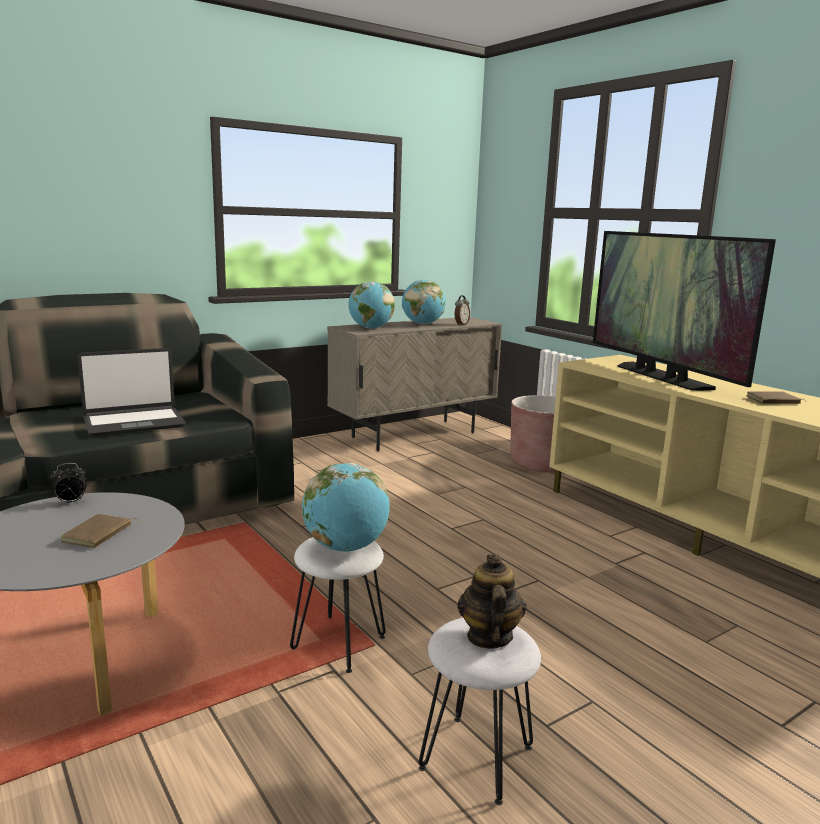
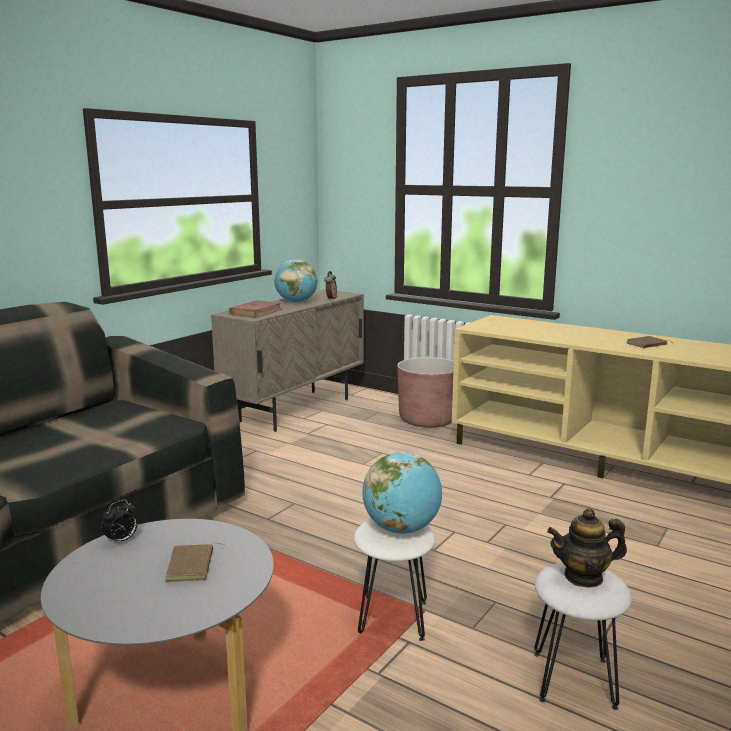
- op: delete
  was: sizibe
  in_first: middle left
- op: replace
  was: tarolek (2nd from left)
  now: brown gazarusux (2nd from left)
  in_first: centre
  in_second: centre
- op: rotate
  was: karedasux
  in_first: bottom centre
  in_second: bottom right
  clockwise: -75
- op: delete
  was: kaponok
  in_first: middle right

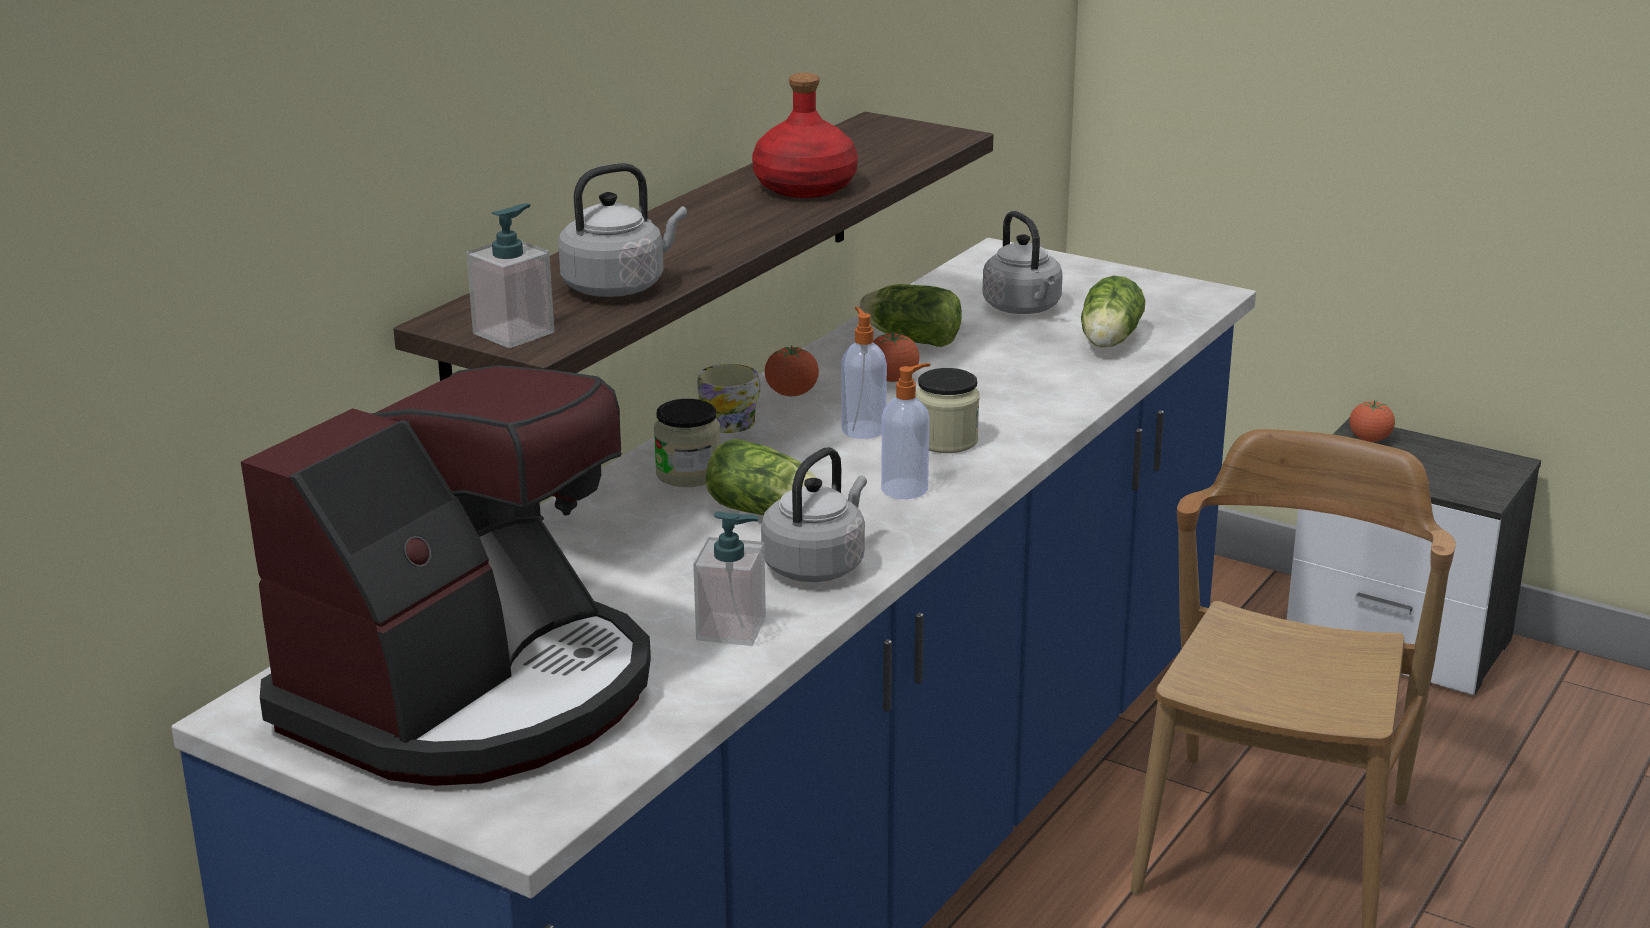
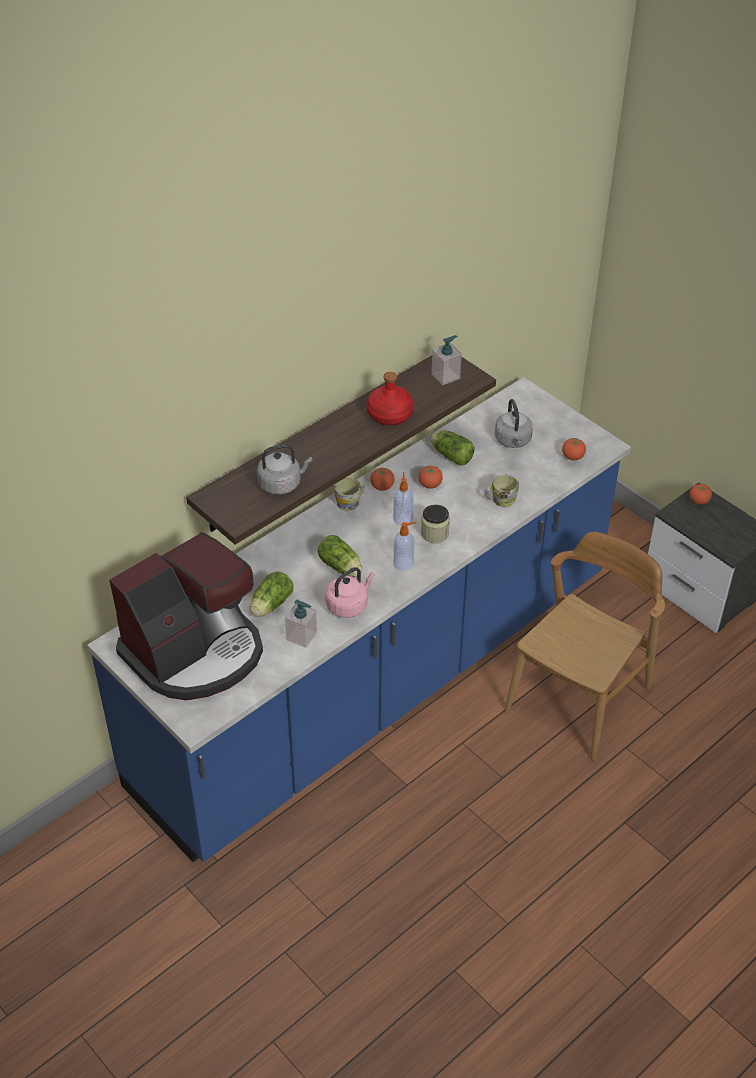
- op: move
  was: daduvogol (1st from left in the first image)
  now: daduvogol (4th from left)
  in_first: top left
  in_second: centre
- op: delete
  was: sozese (1st from left)
  in_first: centre
- op: recolor
  was: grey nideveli (2nd from left)
  now: pink nideveli
  in_first: centre
  in_second: centre
- op: move
  was: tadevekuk (3rd from left in the first image)
  now: tadevekuk (1st from left)
  in_first: middle right
  in_second: centre
- op: insert
  now: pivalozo (2nd from left)
  in_second: centre
- op: insert
  now: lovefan (3rd from left)
  in_second: middle right

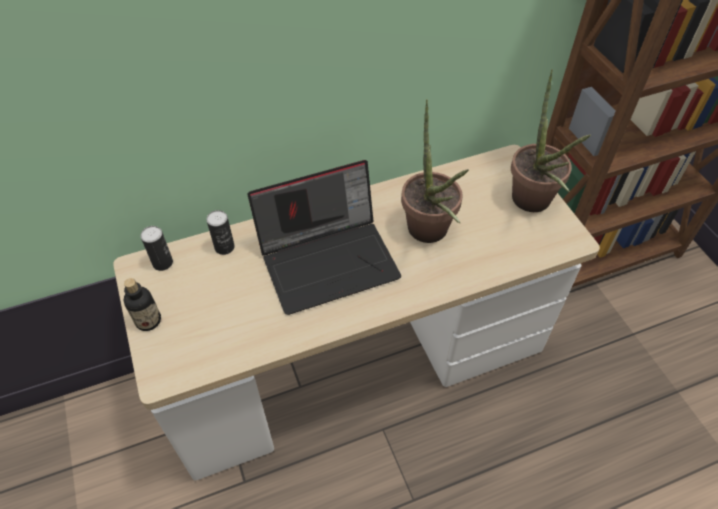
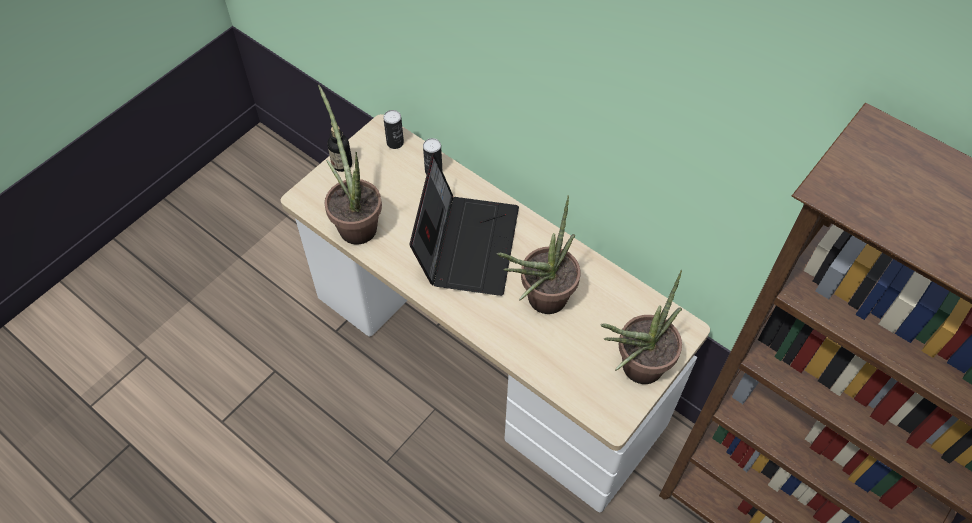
- op: rotate
  was: sizibe
  in_first: centre
  in_second: centre
  clockwise: -120
- op: insert
  now: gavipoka (1st from left)
  in_second: top centre

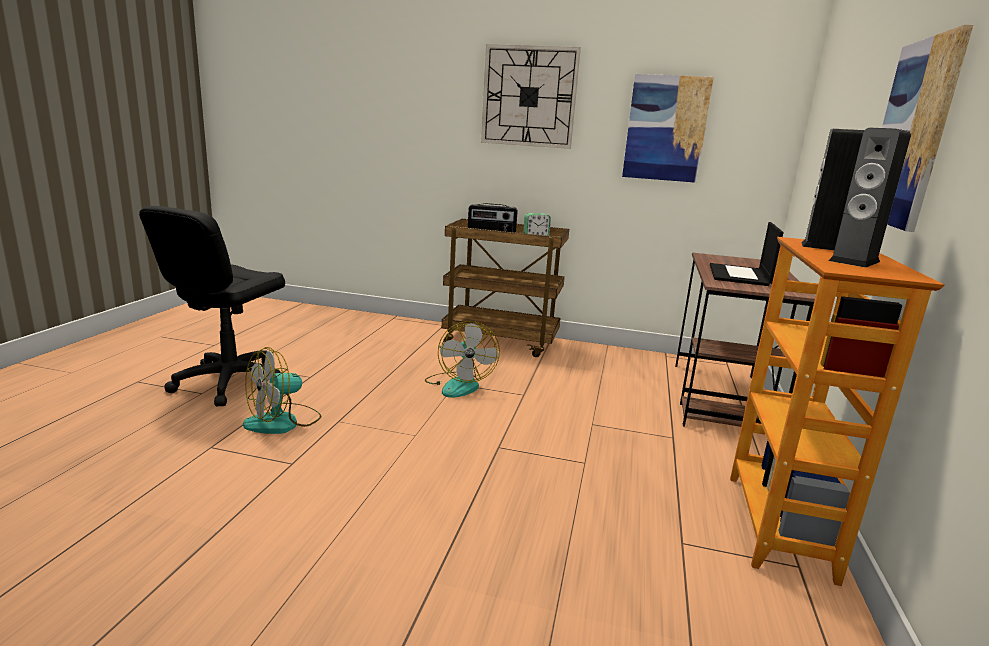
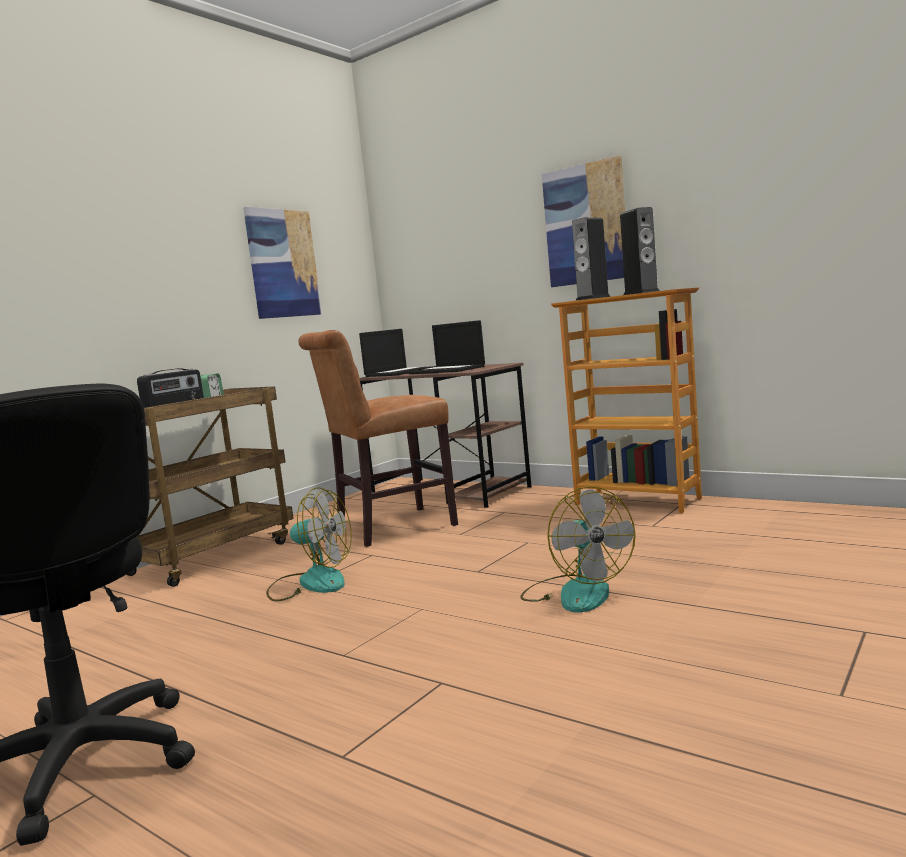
- op: move
  was: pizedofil (1st from left in the first image)
  now: pizedofil (2nd from left)
  in_first: middle left
  in_second: centre
- op: delete
  was: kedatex
  in_first: top centre
- op: insert
  now: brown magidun
  in_second: centre
- op: insert
  now: sizibe (1st from left)
  in_second: centre

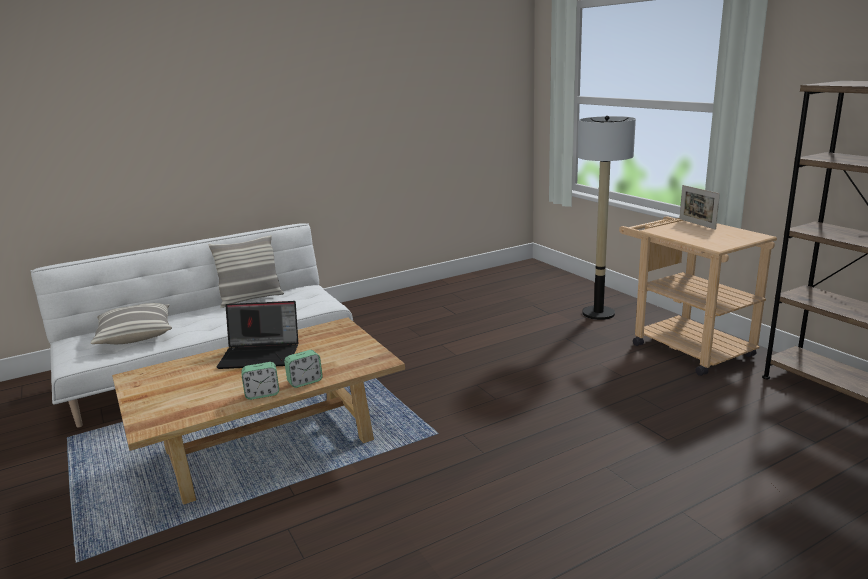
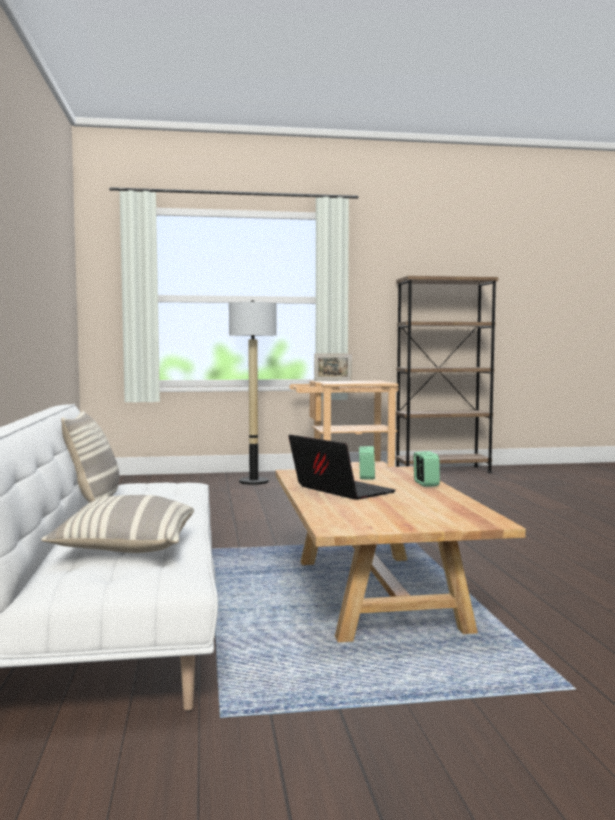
- op: rotate
  was: sizibe
  in_first: middle left
  in_second: centre
  clockwise: -60
- op: move
  was: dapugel (1st from left)
  in_first: middle left
  in_second: centre

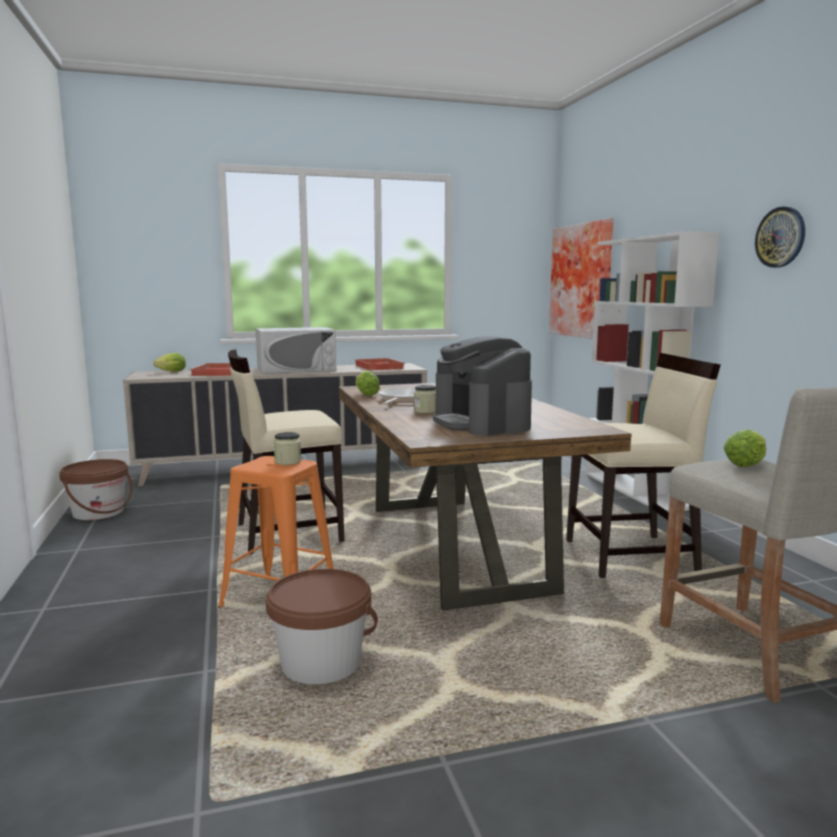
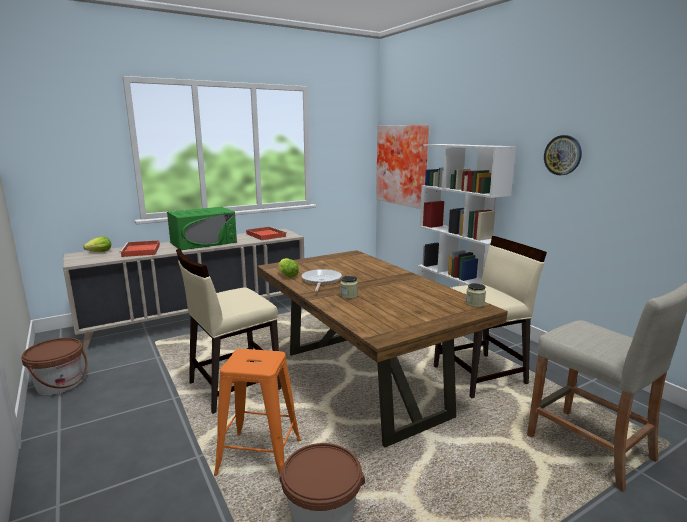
- op: recolor
  was: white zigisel
  now: green zigisel
  in_first: centre
  in_second: middle left
- op: move
  was: sozese (1st from left in the first image)
  now: sozese (2nd from left)
  in_first: centre
  in_second: middle right
- op: delete
  was: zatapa
  in_first: centre
- op: delete
  was: tadevekuk (3rd from left)
  in_first: middle right

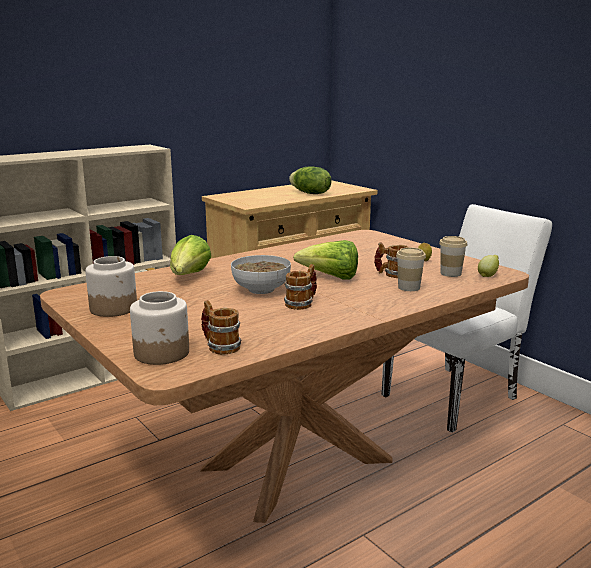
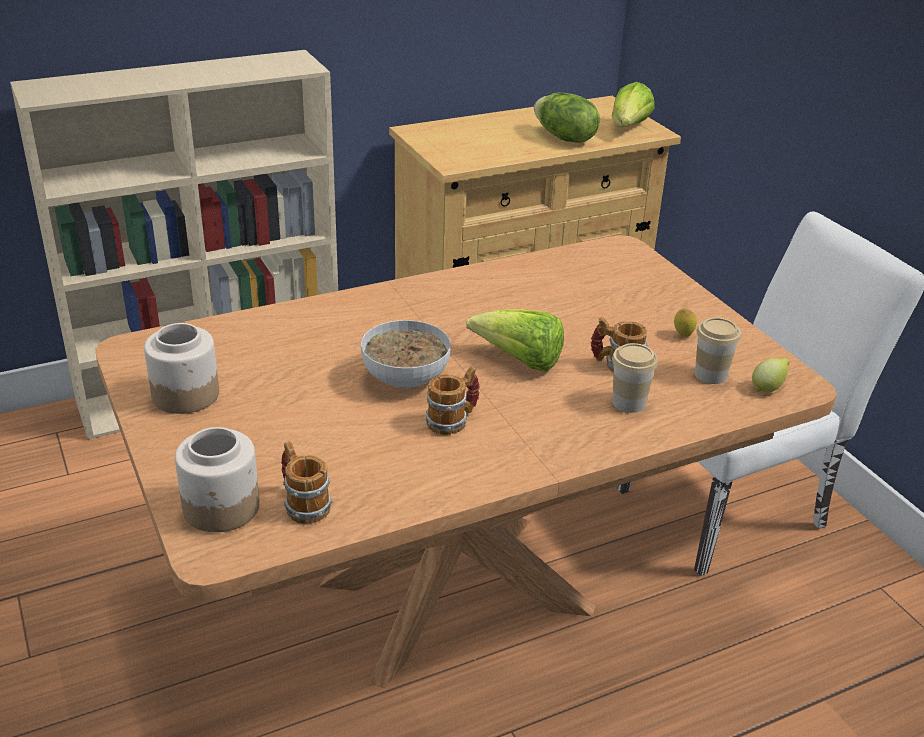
- op: move
  was: tadevekuk (1st from left in the first image)
  now: tadevekuk (3rd from left)
  in_first: middle left
  in_second: top right

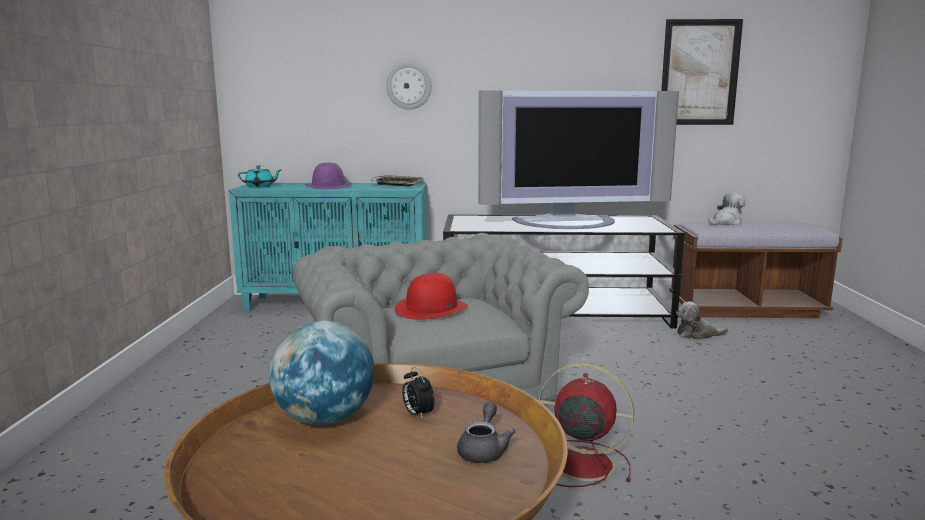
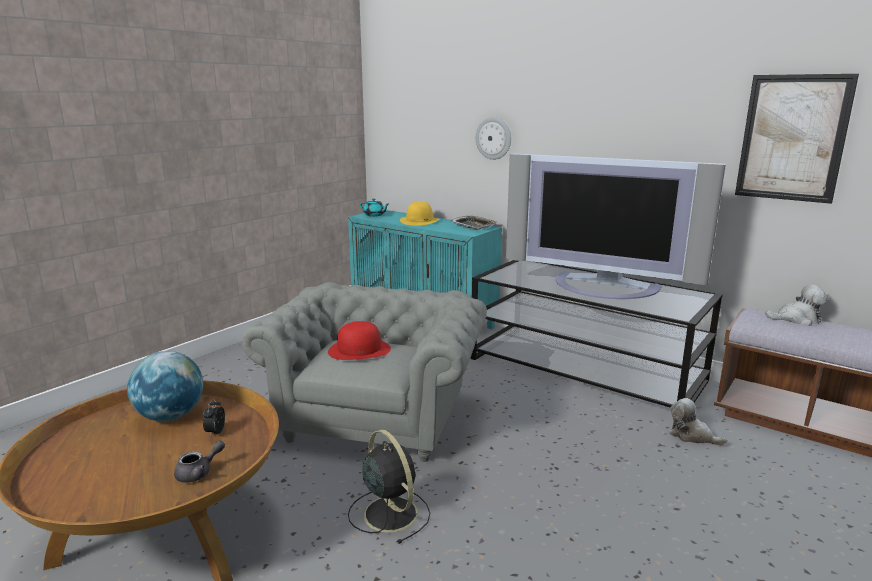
- op: recolor
  was: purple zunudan
  now: yellow zunudan
  in_first: centre
  in_second: centre
- op: recolor
  was: red pizedofil
  now: black pizedofil
  in_first: bottom centre
  in_second: bottom centre

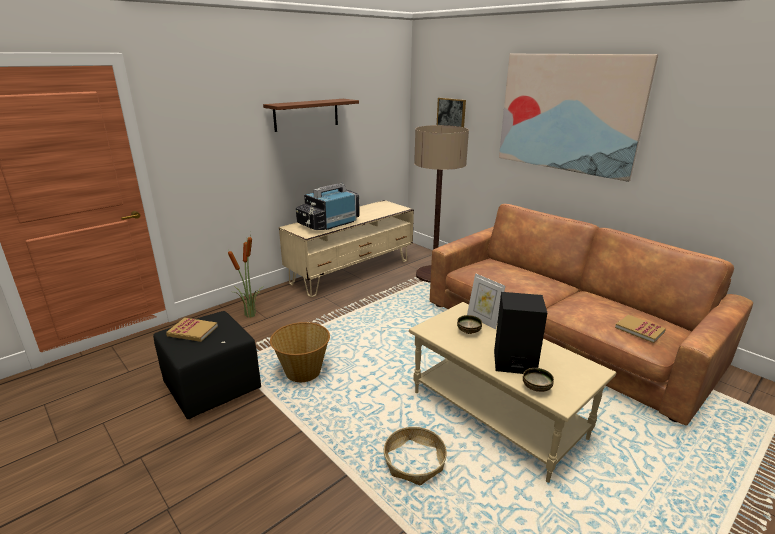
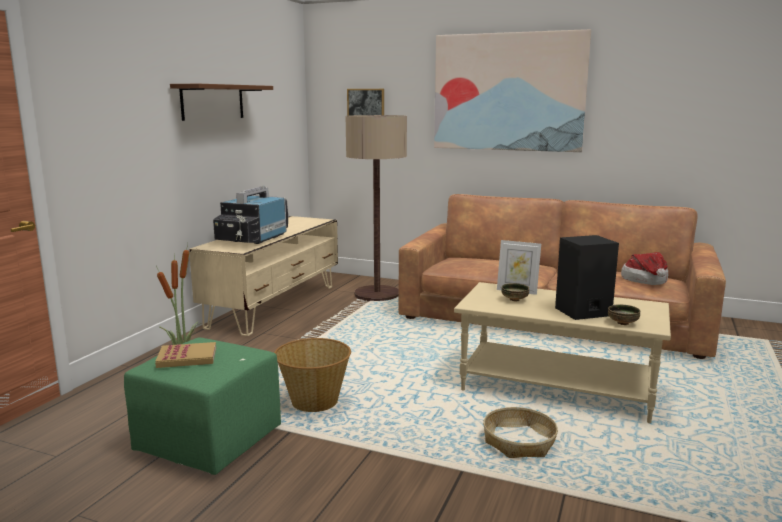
- op: recolor
  was: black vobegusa
  now: green vobegusa
  in_first: bottom left
  in_second: bottom left
- op: replace
  was: gazarusux (2nd from left)
  now: zunudan
  in_first: middle right
  in_second: middle right

